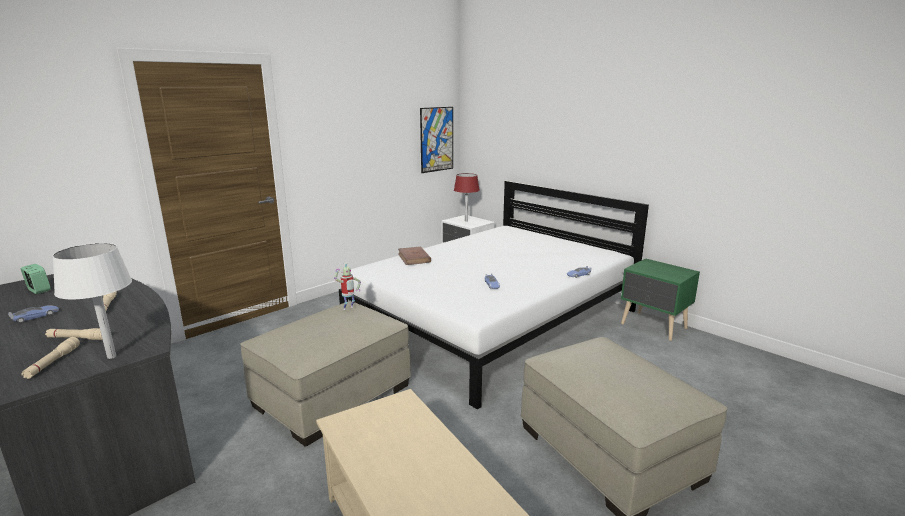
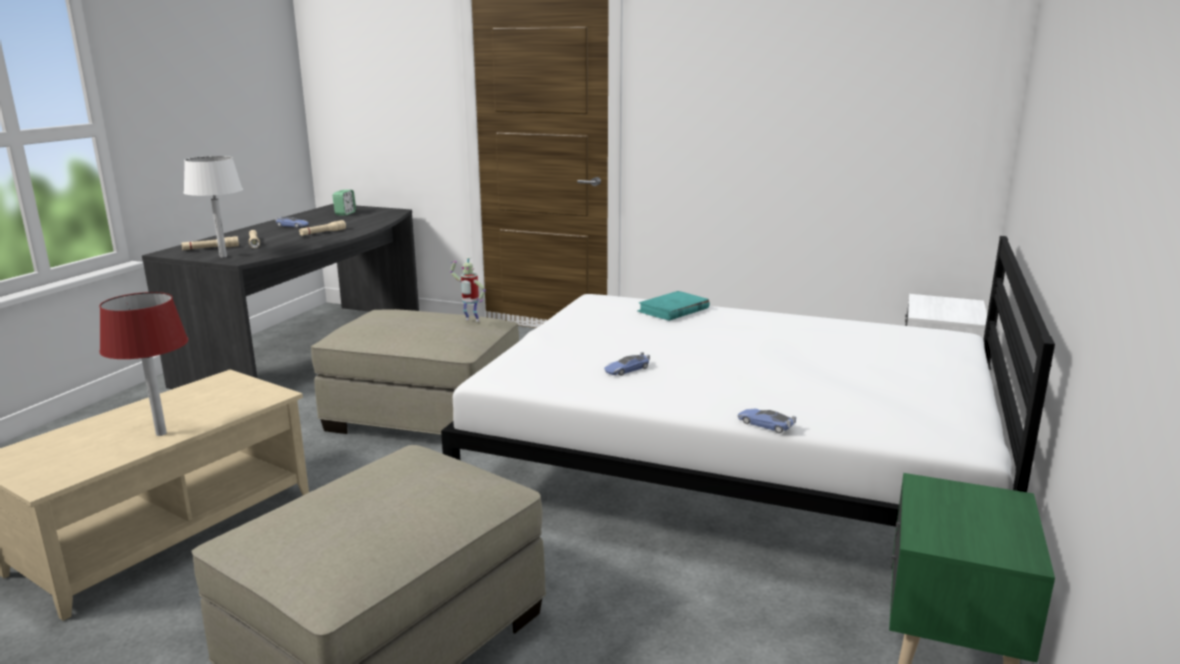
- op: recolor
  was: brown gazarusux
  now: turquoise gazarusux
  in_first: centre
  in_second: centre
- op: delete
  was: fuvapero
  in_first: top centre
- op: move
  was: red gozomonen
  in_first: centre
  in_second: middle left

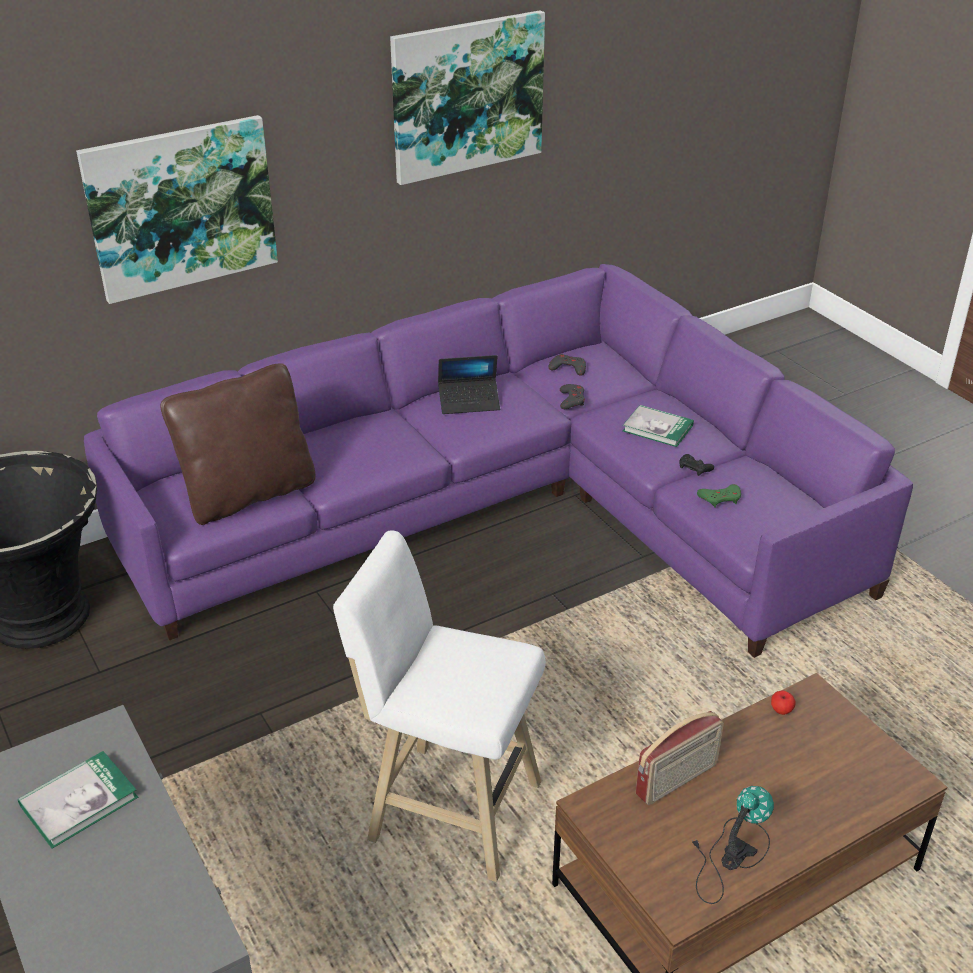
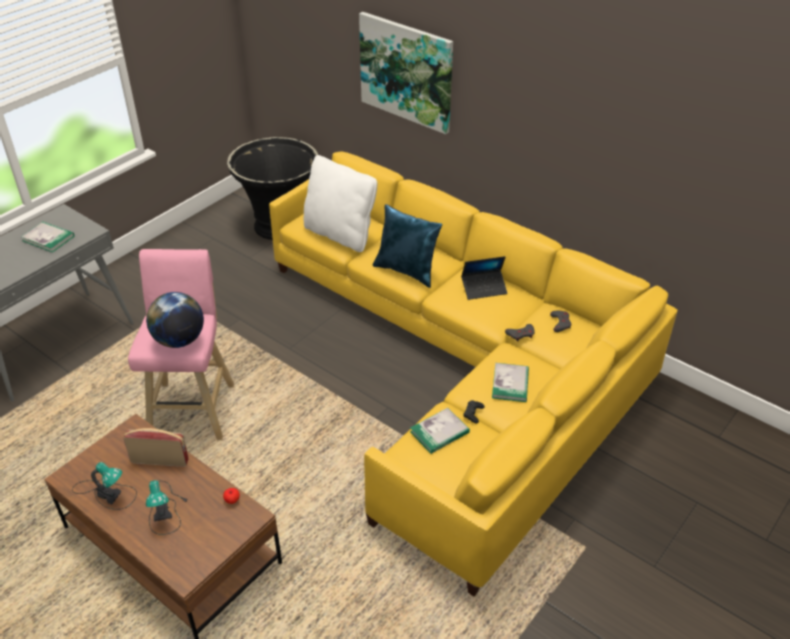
- op: recolor
  was: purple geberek
  now: yellow geberek
  in_first: centre
  in_second: centre
- op: recolor
  was: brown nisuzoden
  now: white nisuzoden
  in_first: middle left
  in_second: top centre
- op: recolor
  was: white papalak
  now: pink papalak
  in_first: bottom centre
  in_second: middle left
- op: delete
  was: fuvapero (2nd from left)
  in_first: top centre
- op: rotate
  was: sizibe
  in_first: centre
  in_second: centre
  clockwise: -75
- op: rotate
  was: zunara
  in_first: bottom right
  in_second: bottom left
  clockwise: 150
- op: replace
  was: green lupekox
  now: gazarusux (2nd from left)
  in_first: middle right
  in_second: bottom centre
- op: insert
  now: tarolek
  in_second: middle left
- op: insert
  now: gozomonen (2nd from left)
  in_second: bottom left
- op: insert
  now: blue nisuzoden
  in_second: centre

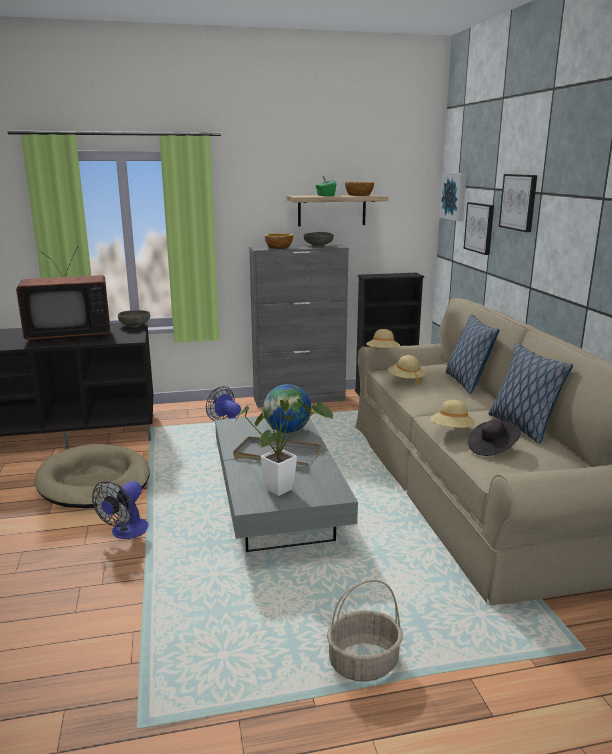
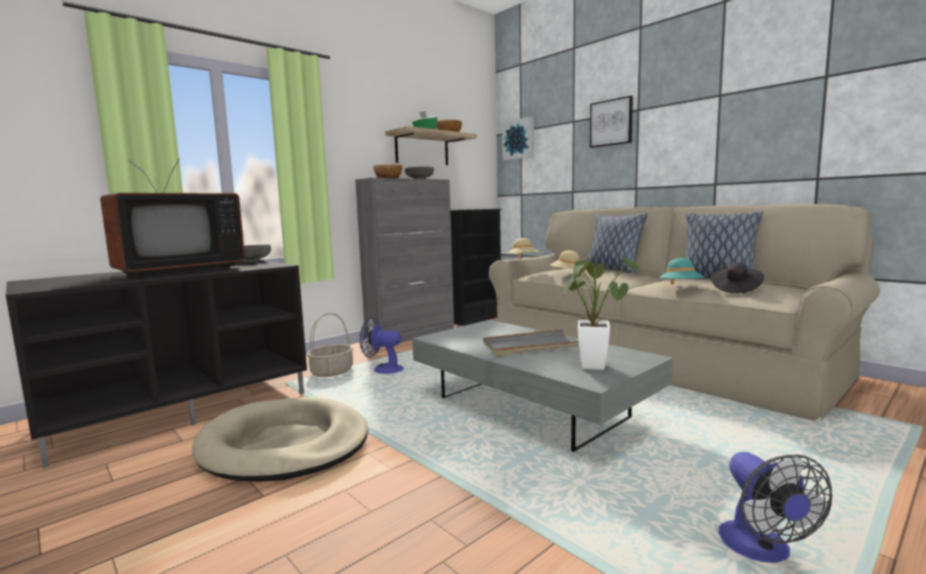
- op: move
  was: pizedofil (1st from left in the first image)
  now: pizedofil (2nd from left)
  in_first: bottom left
  in_second: bottom right
- op: delete
  was: tarolek
  in_first: centre
- op: move
  was: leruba
  in_first: bottom centre
  in_second: centre
- op: recolor
  was: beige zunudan (3rd from left)
  now: turquoise zunudan
  in_first: middle right
  in_second: middle right
- op: delete
  was: fuvapero (2nd from left)
  in_first: top right

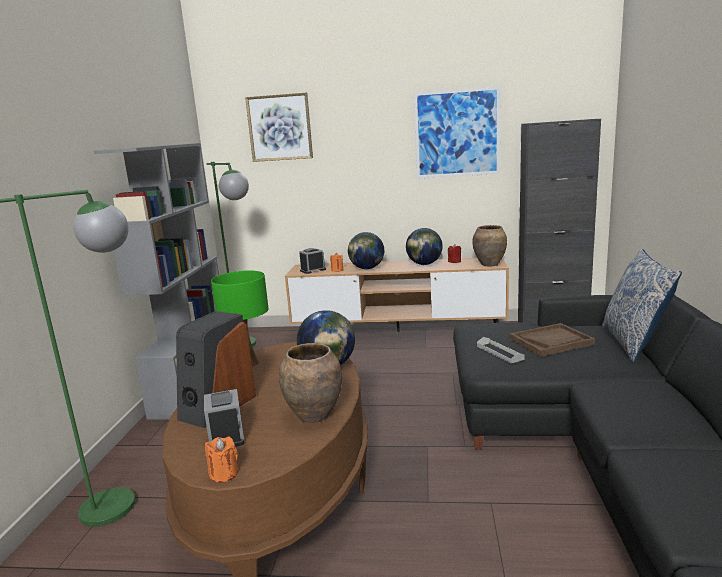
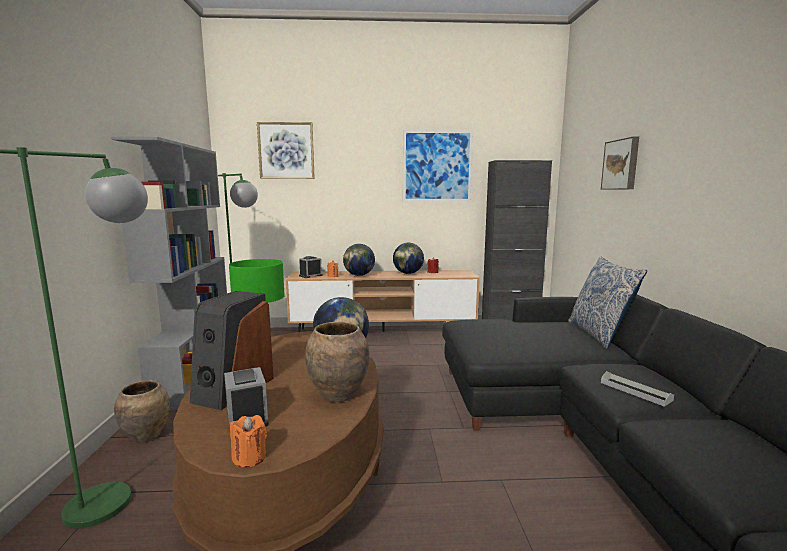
- op: move
  was: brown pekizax (2nd from left in the first image)
  now: brown pekizax (1st from left)
  in_first: middle right
  in_second: bottom left
- op: move
  was: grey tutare
  in_first: middle right
  in_second: bottom right
- op: delete
  was: brown tutare
  in_first: middle right
- op: insert
  now: fuvapero (3rd from left)
  in_second: top right

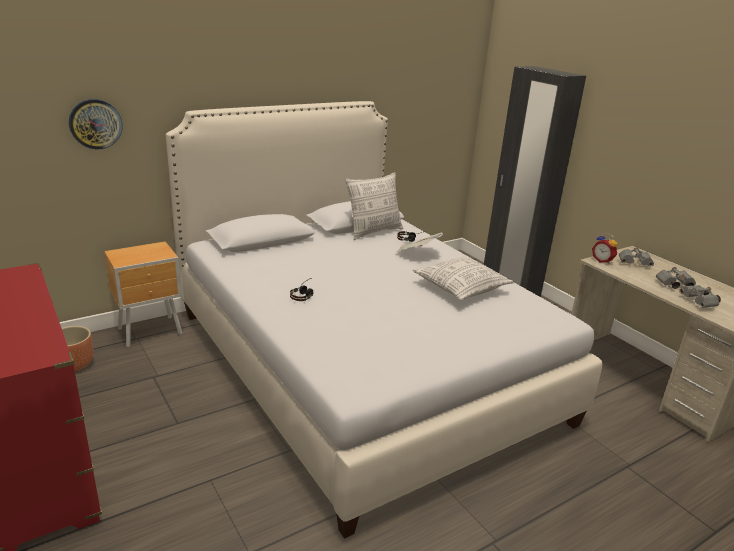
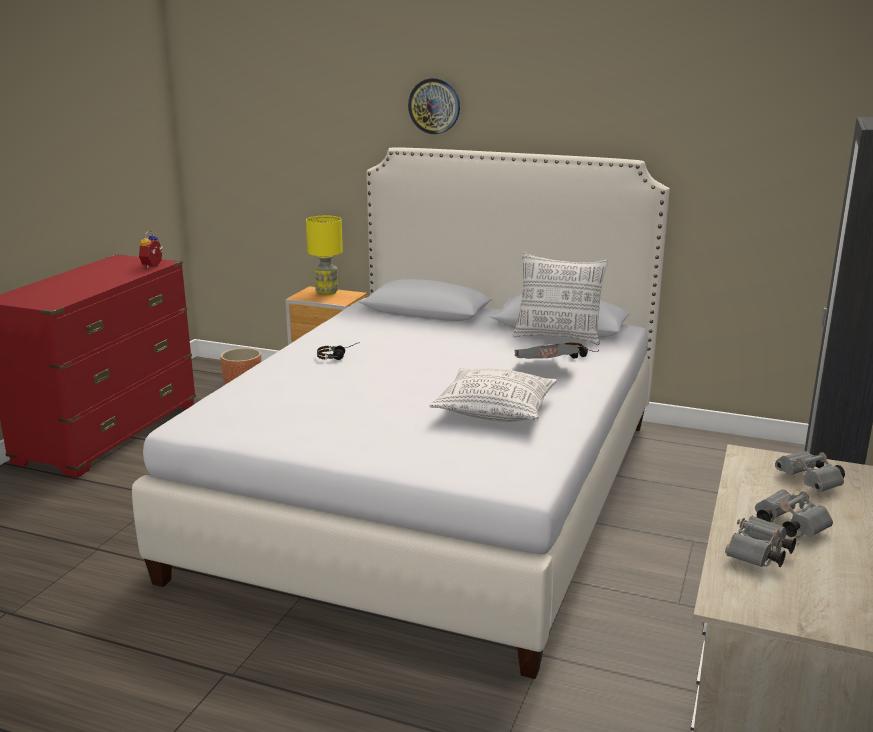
- op: move
  was: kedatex
  in_first: top left
  in_second: top centre
- op: move
  was: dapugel
  in_first: middle right
  in_second: middle left
- op: insert
  now: yellow gozomonen
  in_second: centre

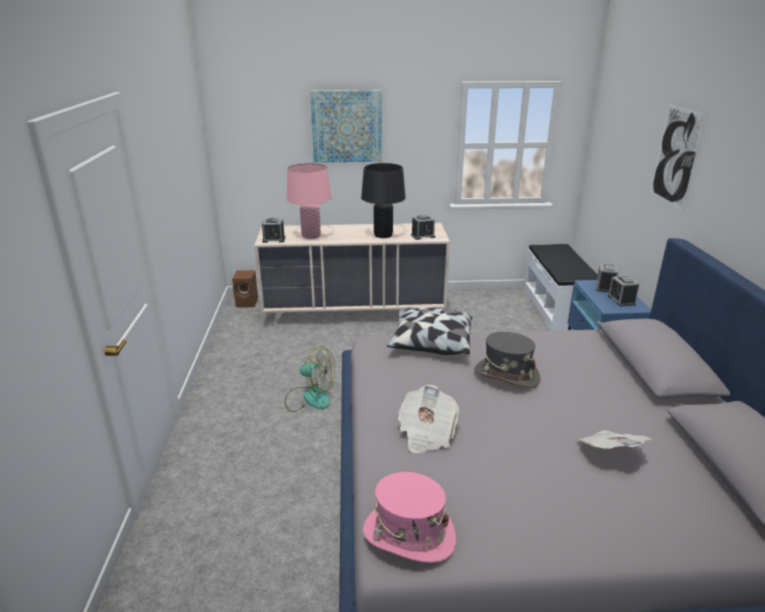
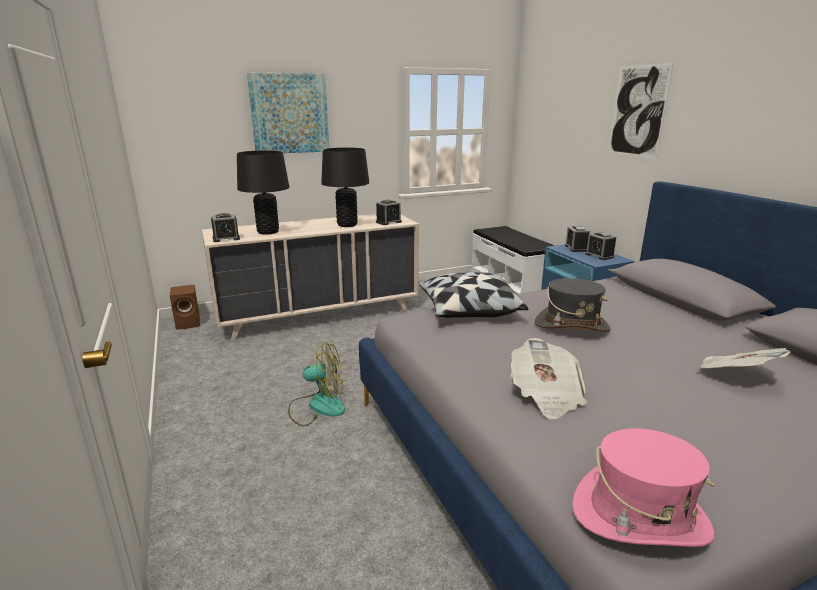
- op: recolor
  was: pink gozomonen
  now: black gozomonen (1st from left)
  in_first: top centre
  in_second: top left

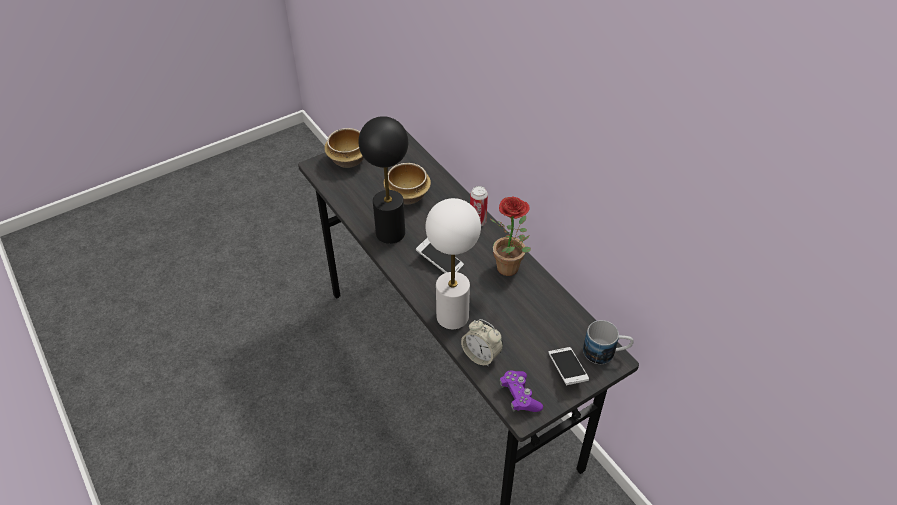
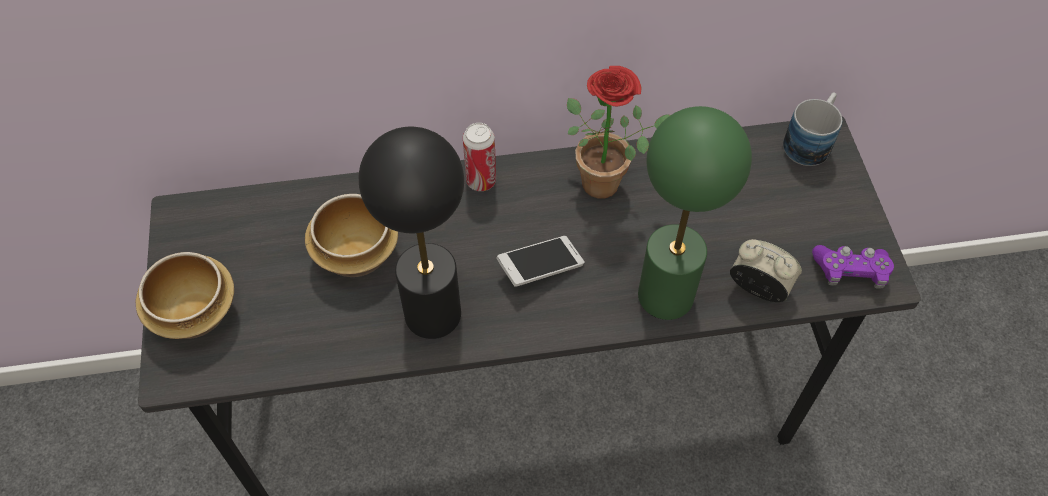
- op: recolor
  was: white gozomonen
  now: green gozomonen
  in_first: centre
  in_second: centre
- op: rotate
  was: dapugel
  in_first: bottom centre
  in_second: middle right
  clockwise: -120
- op: delete
  was: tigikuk (2nd from left)
  in_first: bottom centre

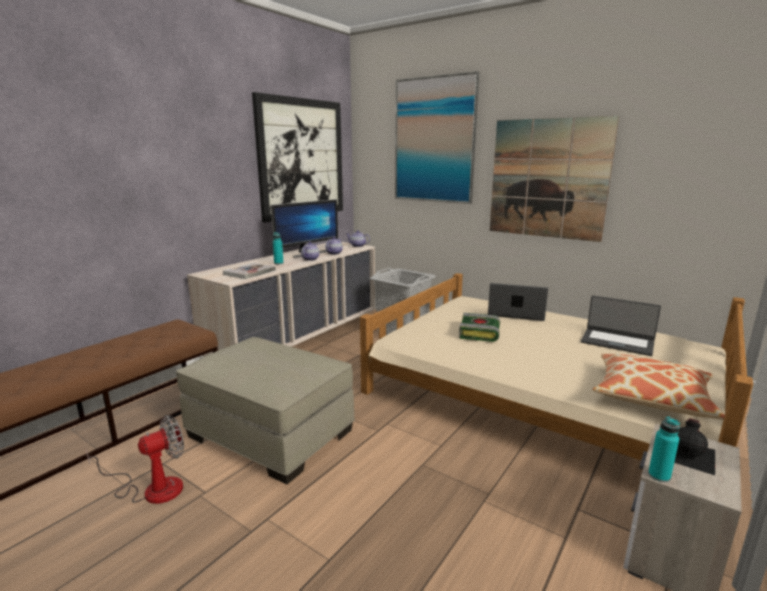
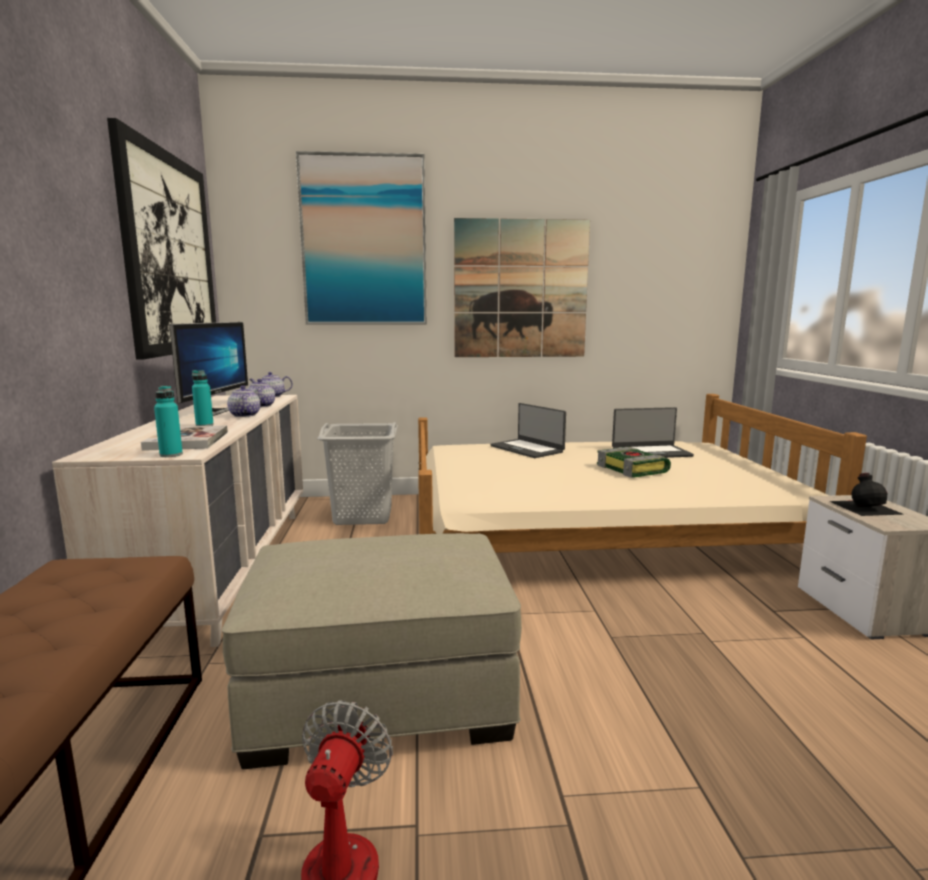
- op: move
  was: gazarusux (2nd from left)
  in_first: centre
  in_second: middle right
- op: rotate
  was: sizibe (1st from left)
  in_first: middle right
  in_second: centre
  clockwise: -105
- op: delete
  was: nisuzoden
  in_first: middle right
- op: move
  was: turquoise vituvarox (2nd from left in the first image)
  now: turquoise vituvarox (1st from left)
  in_first: bottom right
  in_second: middle left

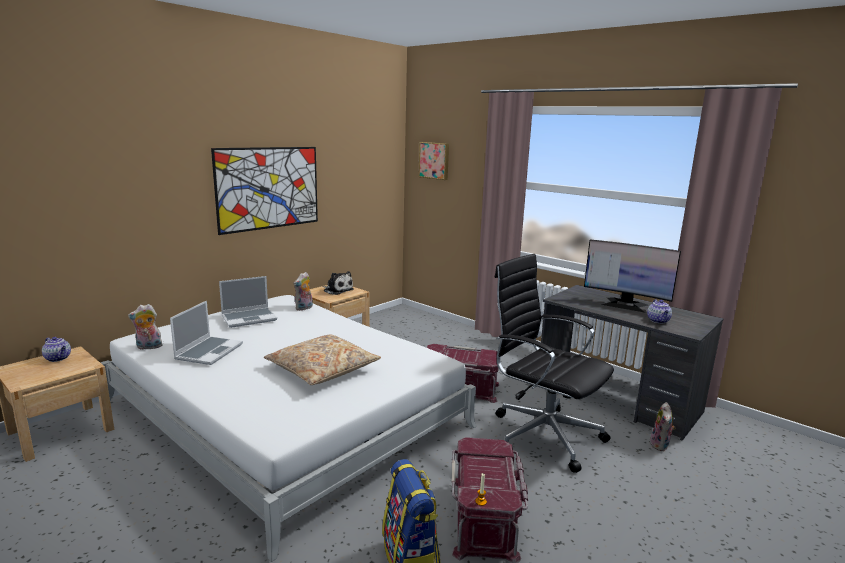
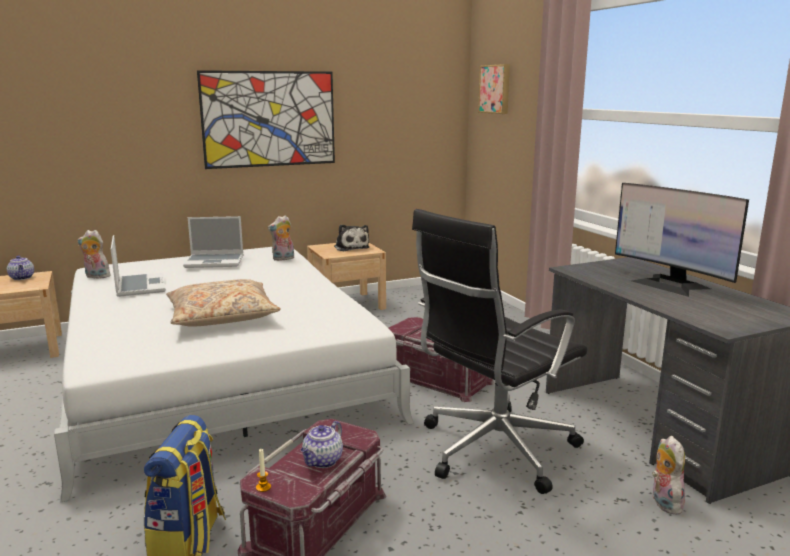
- op: rotate
  was: sizibe (1st from left)
  in_first: middle left
  in_second: middle left
  clockwise: -60
- op: rotate
  was: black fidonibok
  in_first: centre
  in_second: centre
  clockwise: -105
- op: move
  was: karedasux (2nd from left)
  in_first: middle right
  in_second: bottom centre
- op: rotate
  was: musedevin (4th from left)
  in_first: bottom right
  in_second: bottom right
  clockwise: 135

